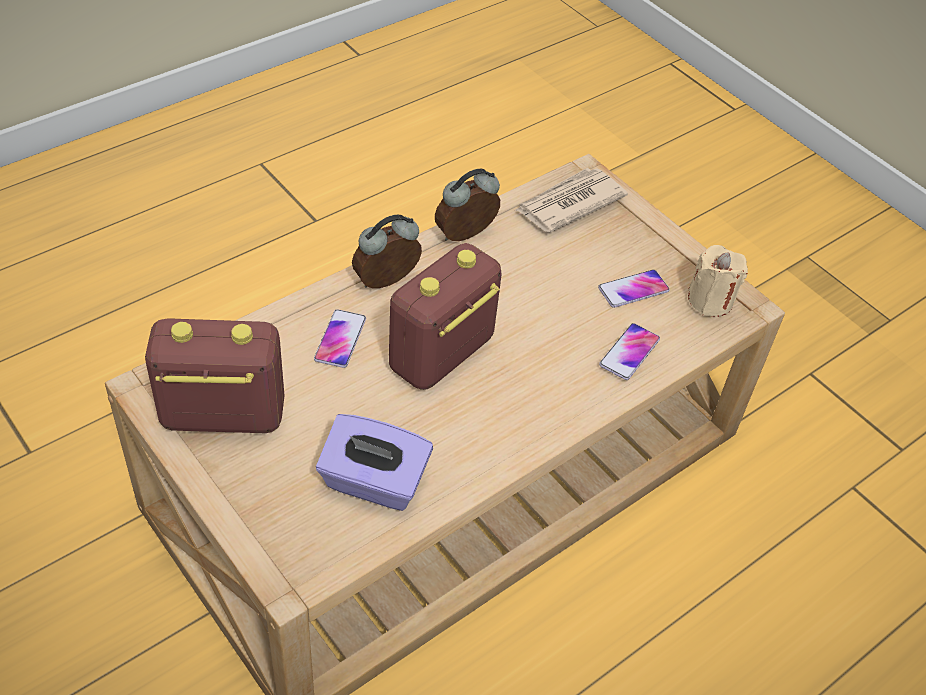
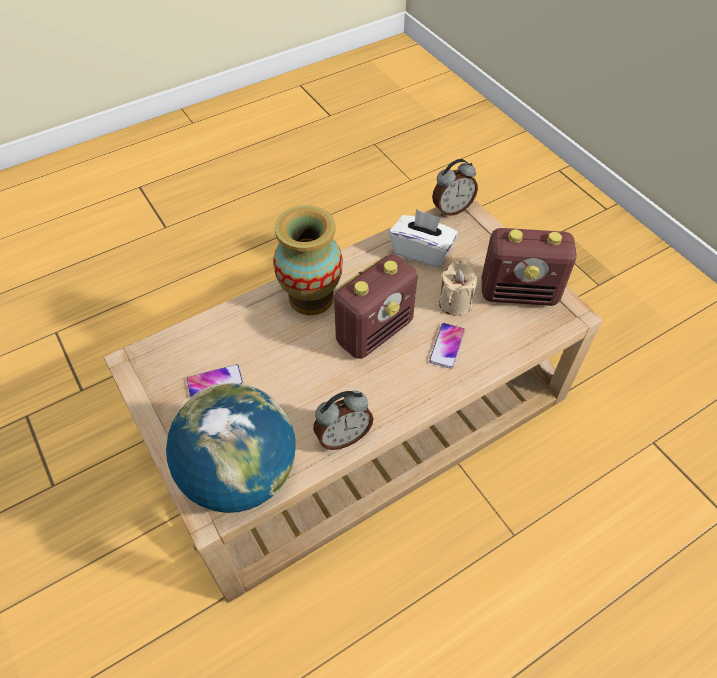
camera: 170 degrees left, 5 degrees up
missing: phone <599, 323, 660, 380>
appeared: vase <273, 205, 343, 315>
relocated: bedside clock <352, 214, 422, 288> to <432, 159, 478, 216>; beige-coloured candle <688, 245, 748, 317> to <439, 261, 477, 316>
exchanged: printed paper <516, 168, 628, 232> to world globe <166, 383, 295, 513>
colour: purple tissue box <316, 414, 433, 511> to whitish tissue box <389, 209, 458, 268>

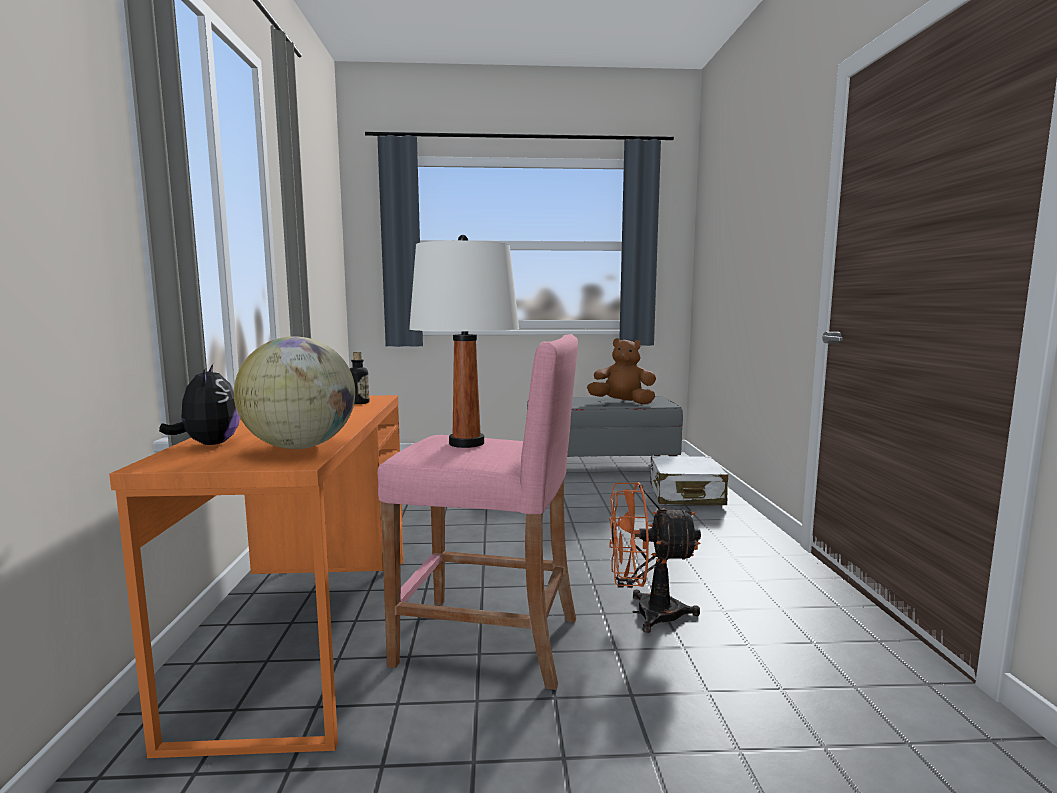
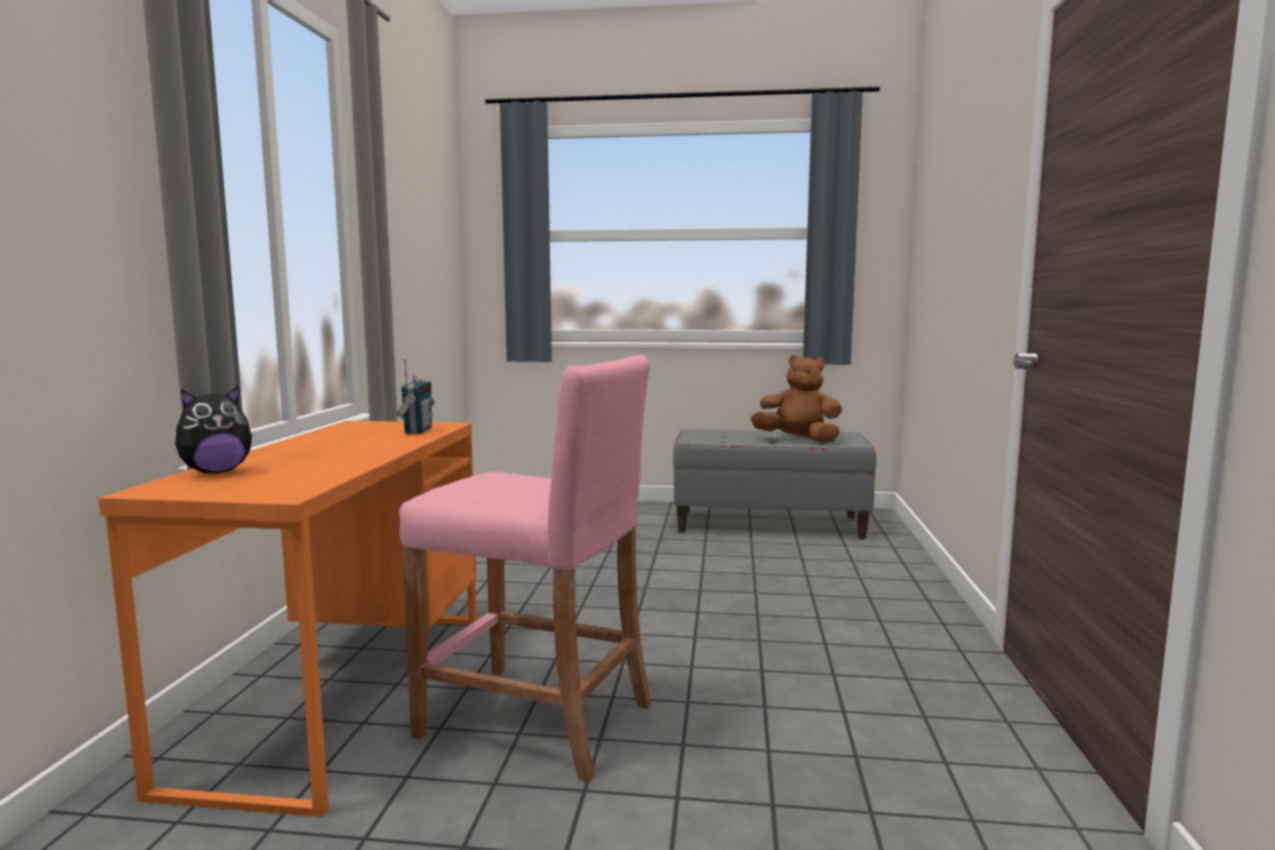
camera: 10 degrees right, 0 degrees up
missing: world globe <234, 337, 355, 449>; whitish table lamp <409, 235, 519, 448>; orangey electric fan <609, 482, 701, 633>; whitish piece of luggage <649, 456, 728, 505>
exchanged: drink bottle <350, 352, 369, 404> to radio receiver <396, 358, 435, 434>
spun: cuddly toy <159, 364, 240, 445> = <175, 386, 252, 473> 60 degrees clockwise

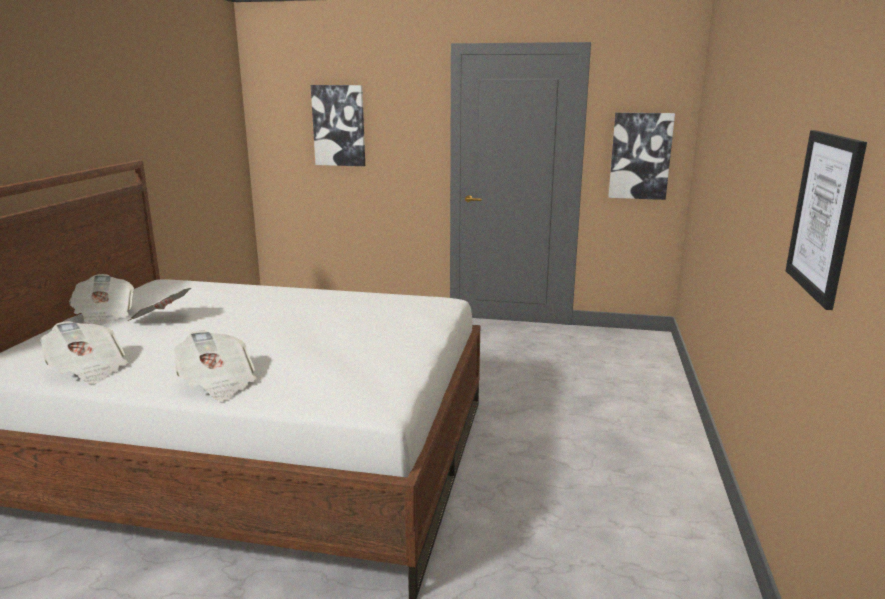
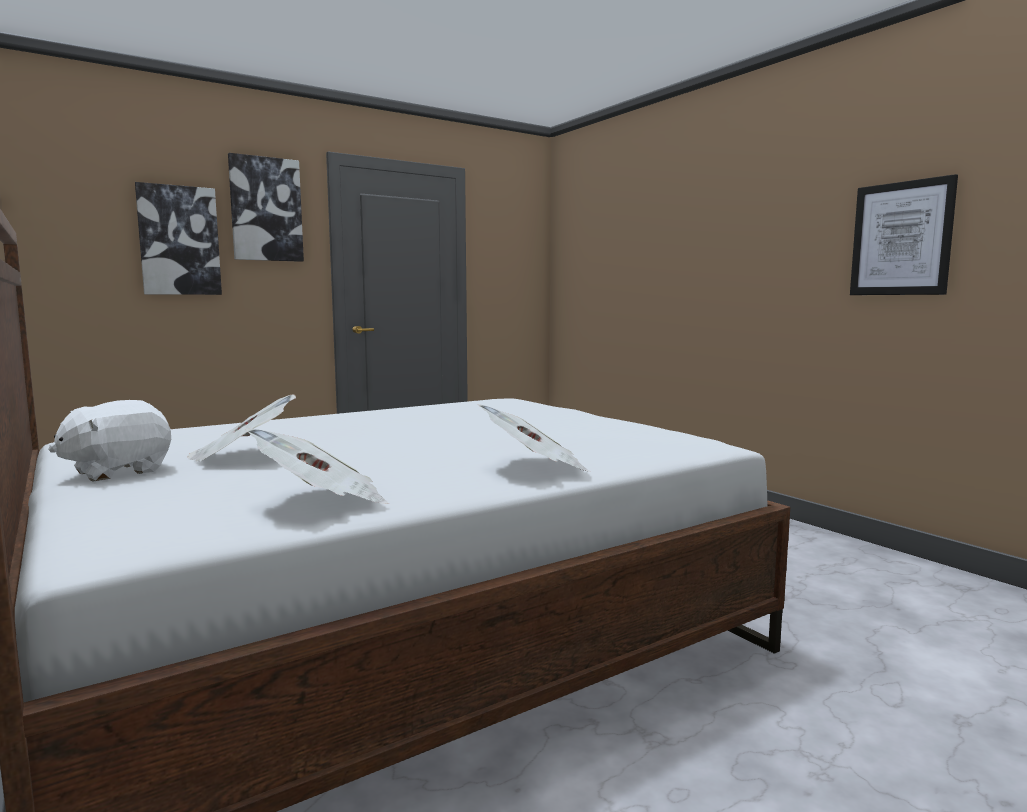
camera: 45 degrees left, 10 degrees down
relocated: picture <608, 113, 675, 200> to <228, 153, 304, 262>
exchanged: printed paper <69, 274, 134, 325> to whitish cuddly toy <48, 400, 171, 482>

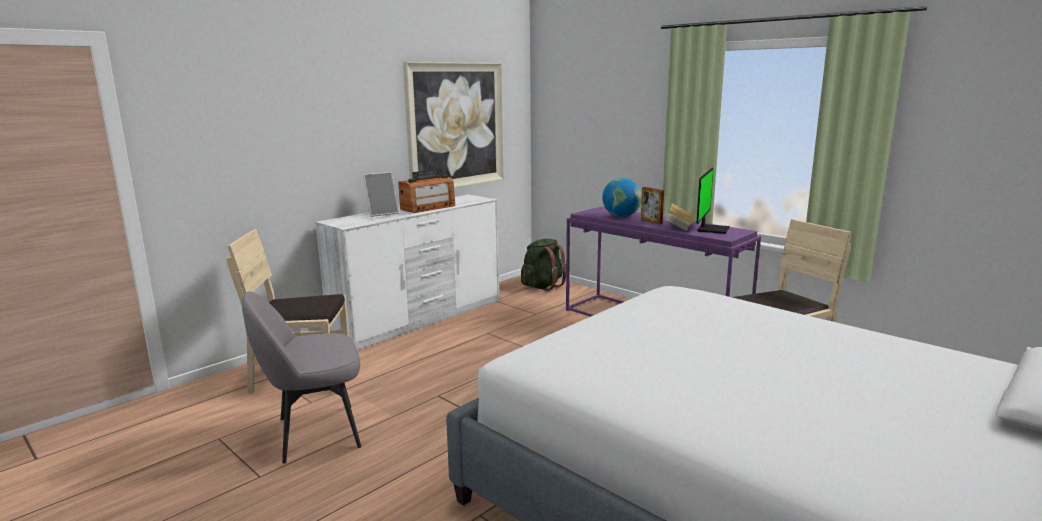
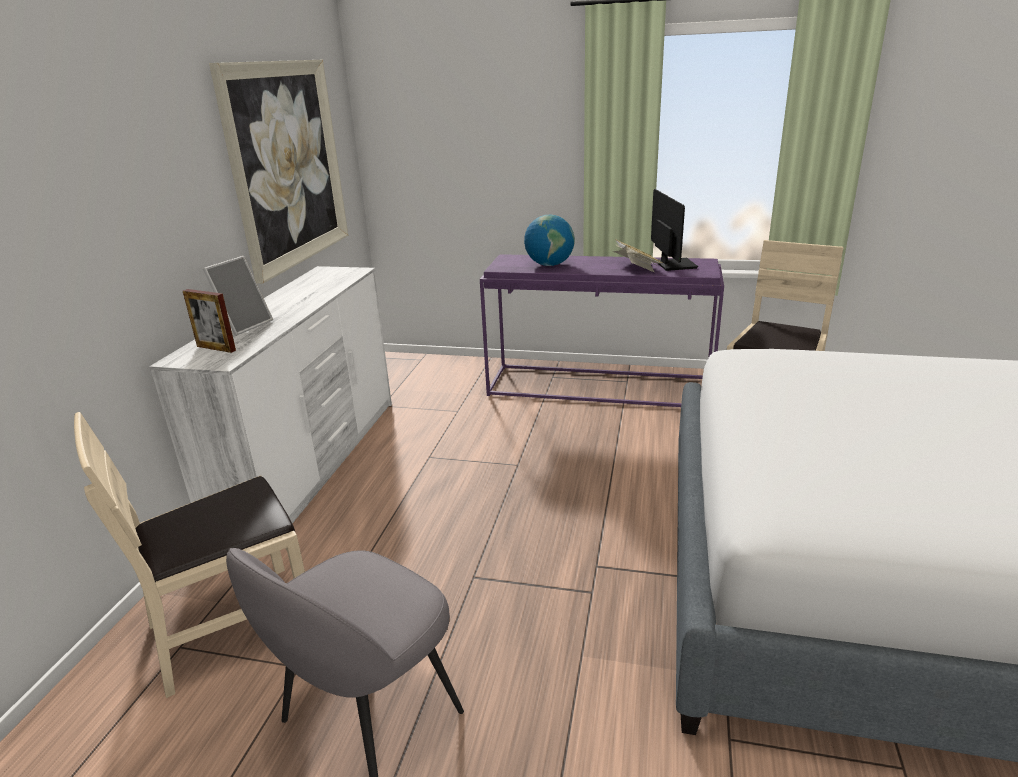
camera: 30 degrees left, 10 degrees up
missing: radio receiver <398, 169, 455, 213>; greenish backpack <521, 239, 566, 291>
relocated: photo frame <641, 187, 664, 224> to <183, 289, 236, 353>

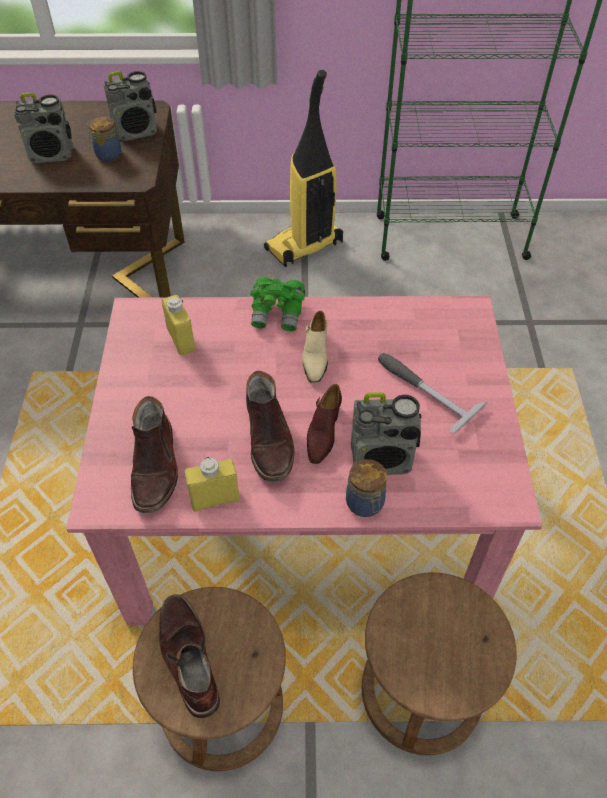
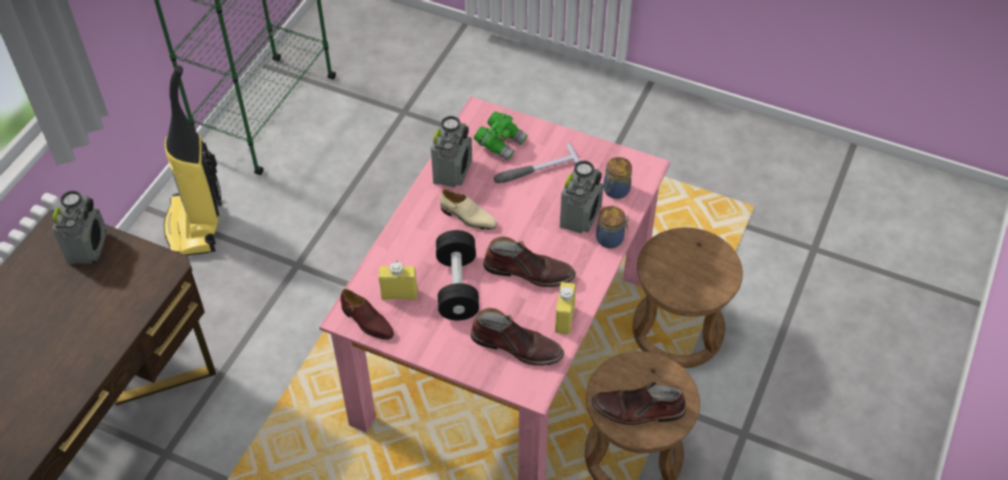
camera: 65 degrees left, 0 degrees up
appeared: black-coloured hand weight <436, 230, 479, 320>
relocated: brown item of footwear <307, 384, 342, 464> to <340, 289, 394, 340>; radio receiver <14, 93, 73, 163> to <431, 116, 472, 188>; greenish pair of binoculars <250, 277, 305, 331> to <474, 111, 527, 160>; jar <87, 117, 121, 162> to <603, 157, 632, 199>

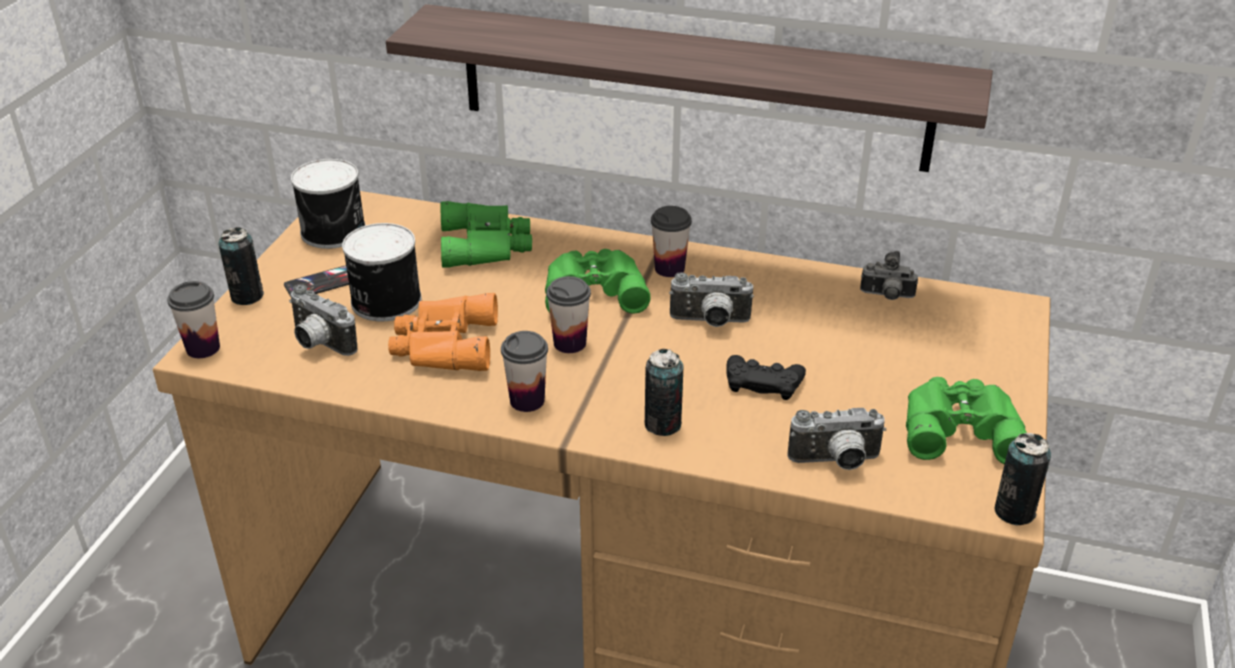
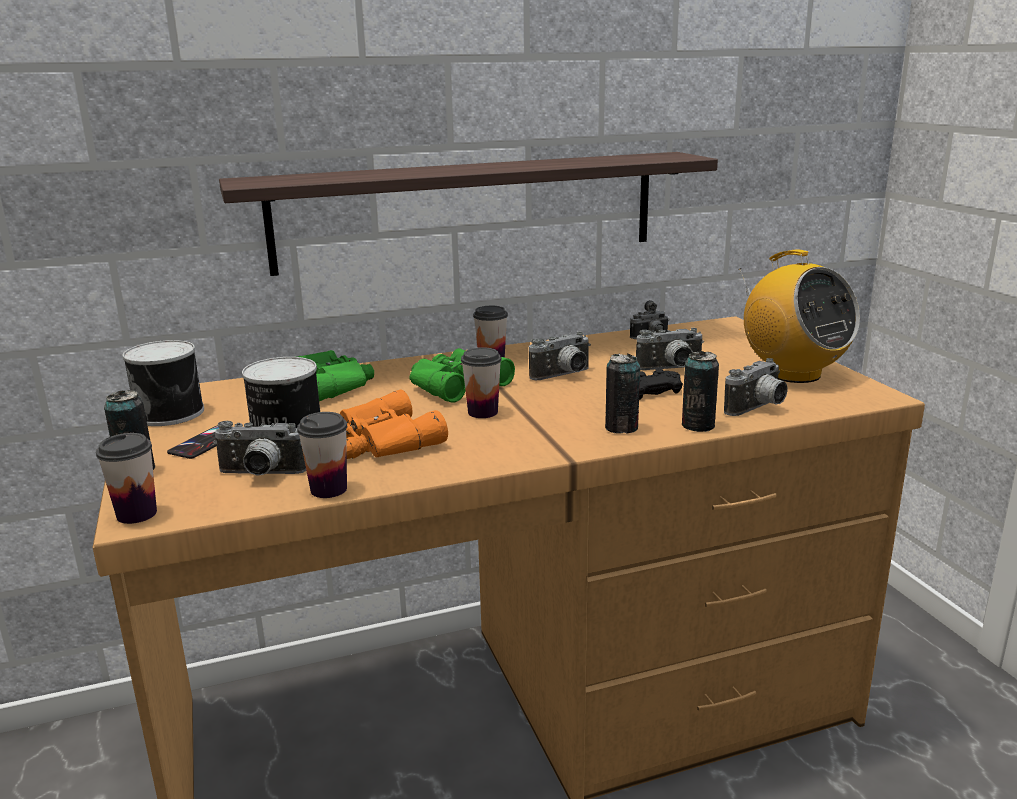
camera: 35 degrees left, 15 degrees down
appeared: still camera <636, 328, 704, 370>
relocated: small cup <501, 331, 548, 412> to <297, 412, 347, 498>; can <994, 433, 1051, 526> to <682, 351, 719, 432>
exchanged: greenish pair of binoculars <906, 377, 1027, 464> to radio receiver <738, 250, 860, 383>

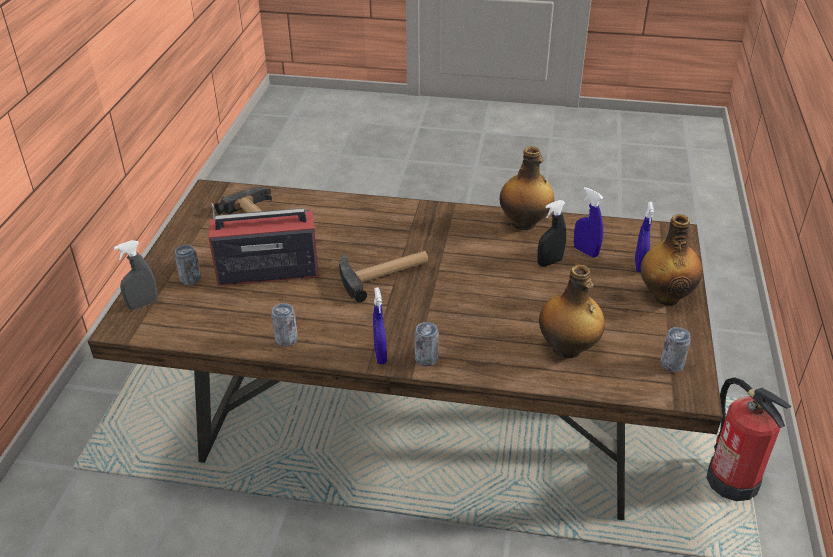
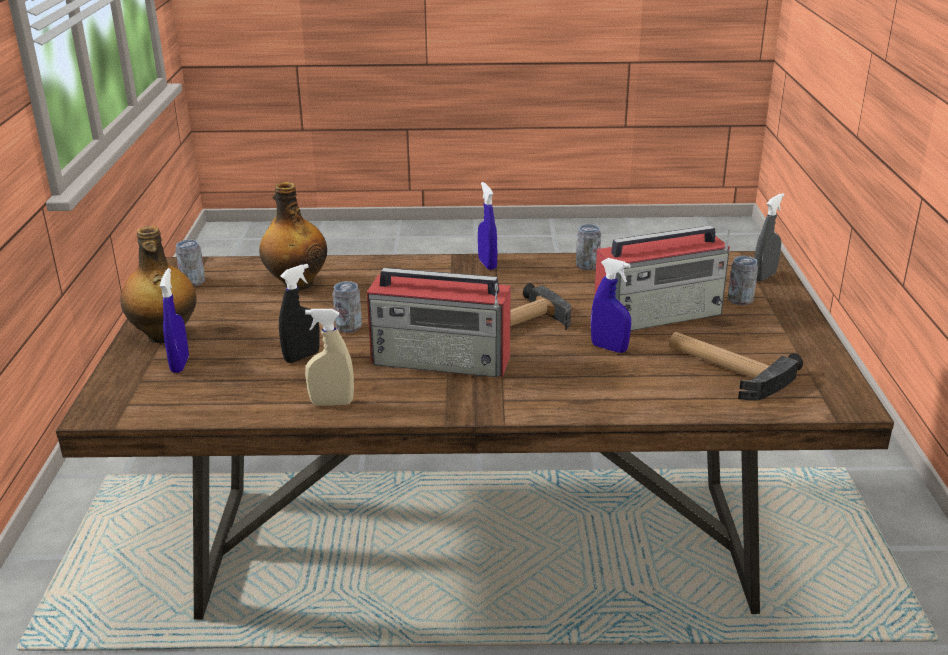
camera: 170 degrees right, 10 degrees down
missing: extinguisher <706, 377, 791, 501>
appeared: radio receiver <366, 268, 511, 377>
relocated: can <415, 322, 439, 367> to <333, 281, 362, 333>; blue-coloured spray bottle <574, 187, 603, 258> to <591, 258, 631, 353>
exchanged: drink bottle <499, 146, 554, 230> to beige-coloured spray bottle <305, 309, 354, 406>

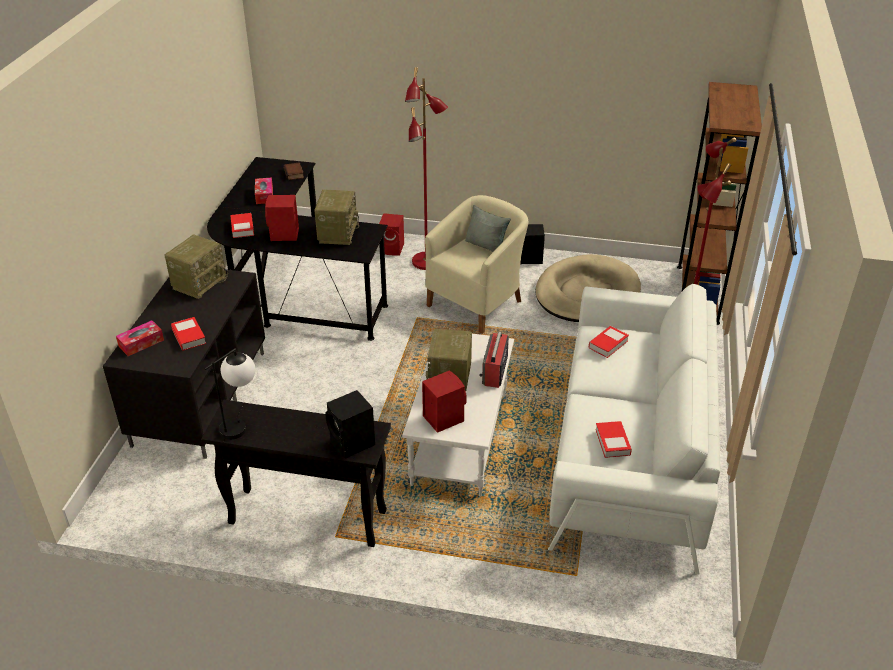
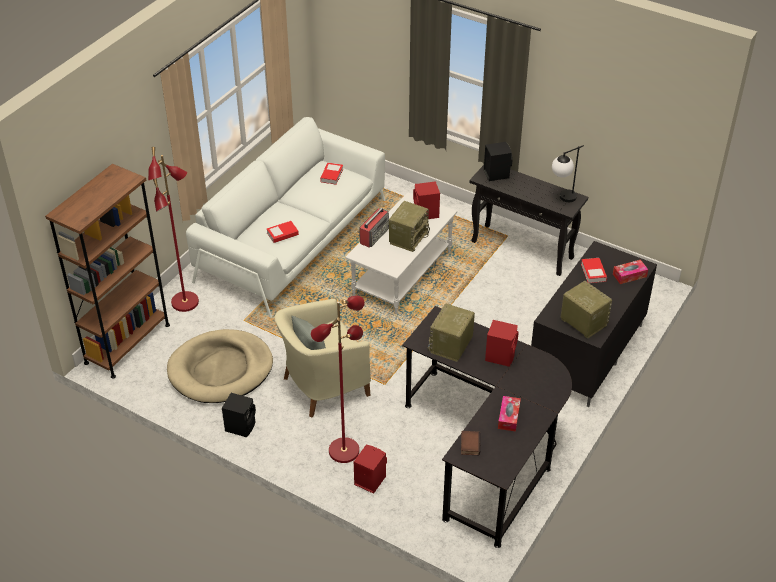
camera: 160 degrees left, 5 degrees up
missing: volume <230, 213, 254, 238>
spun: radio receiver <164, 234, 228, 299> = <561, 281, 612, 339> 90 degrees clockwise

